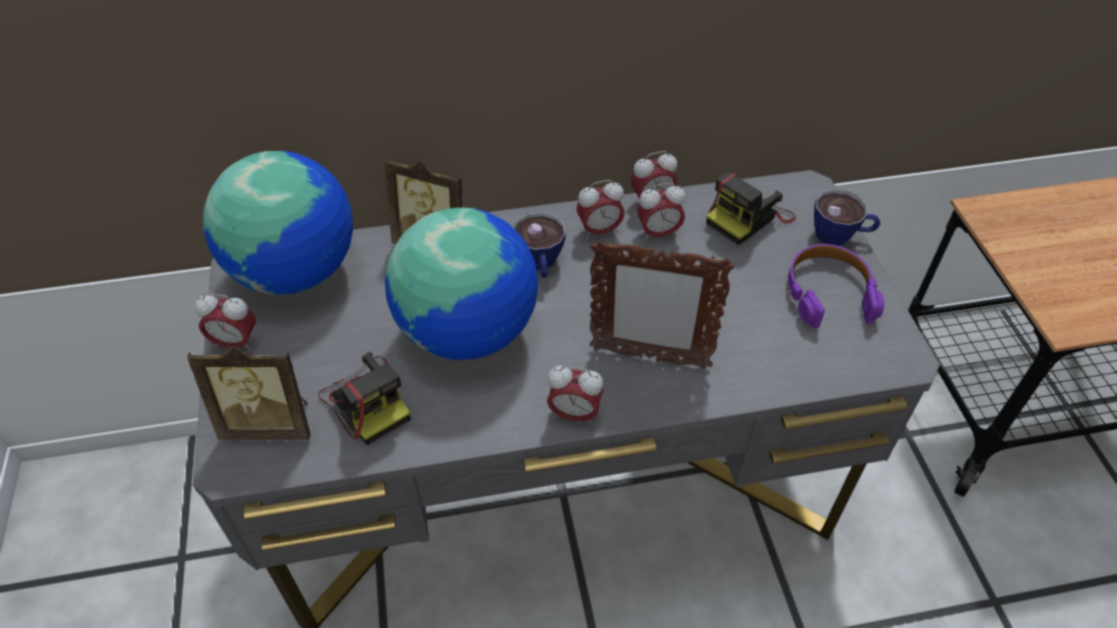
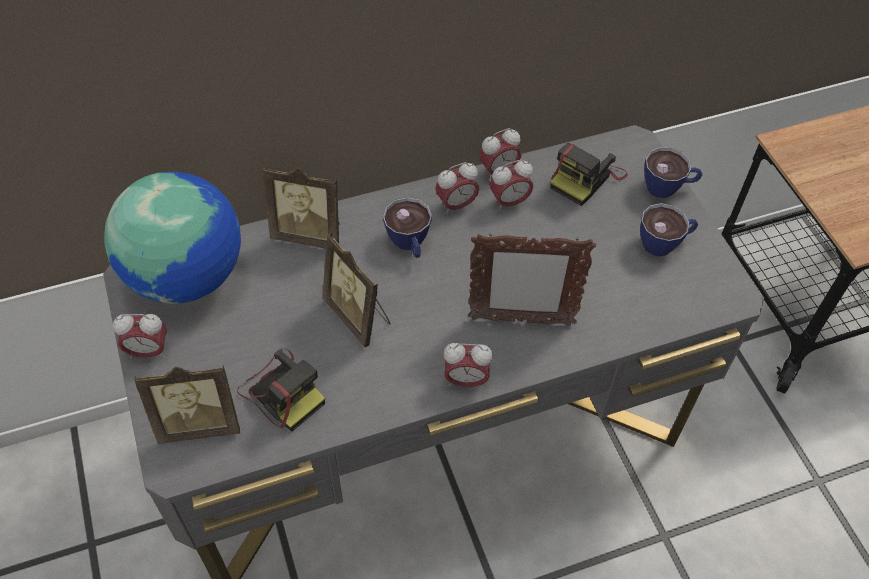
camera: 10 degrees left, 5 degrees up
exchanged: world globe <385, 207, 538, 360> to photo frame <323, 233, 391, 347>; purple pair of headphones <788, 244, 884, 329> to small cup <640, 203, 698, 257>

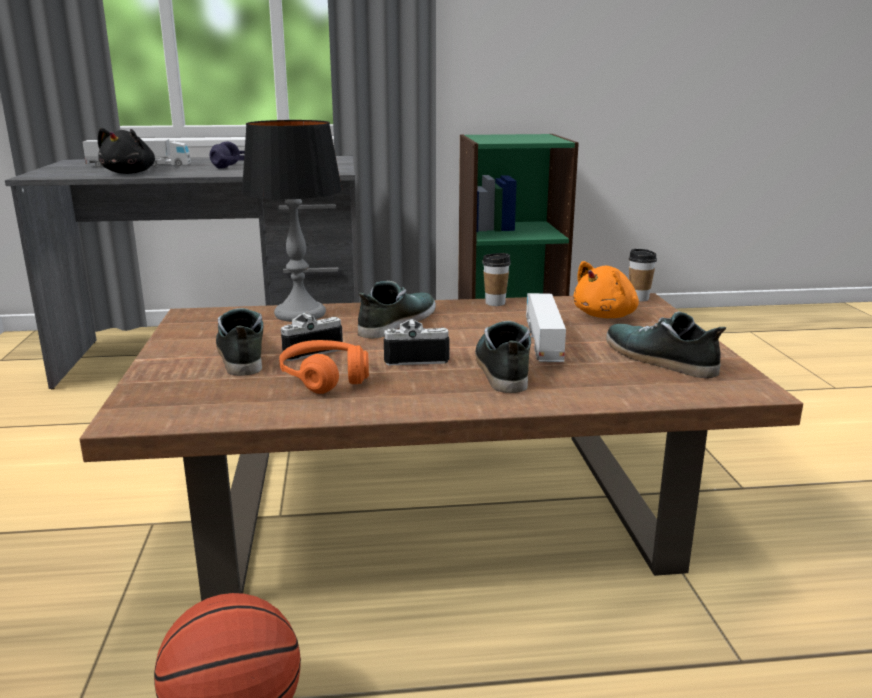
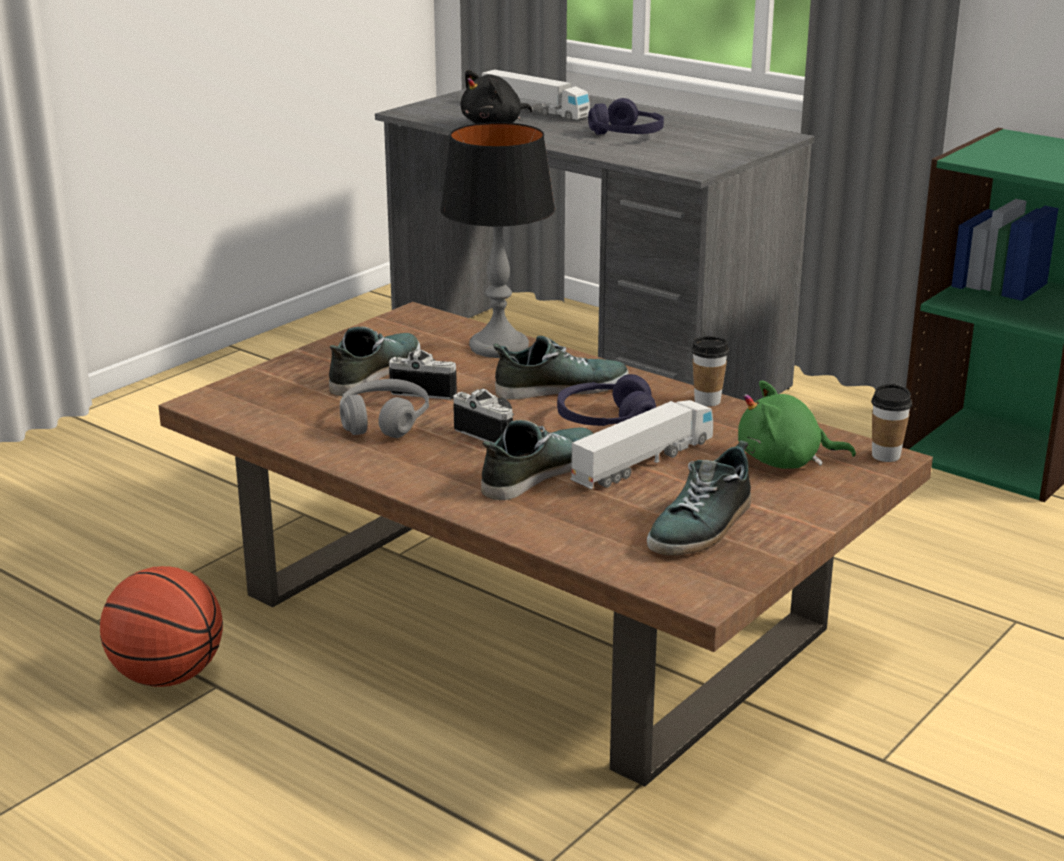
camera: 45 degrees right, 5 degrees up
appeared: purple pair of headphones <557, 374, 656, 426>
colour: orangey pair of headphones <279, 340, 369, 394> to greyish pair of headphones <340, 379, 429, 438>; orangey cuddly toy <573, 261, 639, 318> to greenish cuddly toy <738, 381, 856, 469>
spun: item of footwear <606, 311, 726, 378> = <647, 440, 751, 555> 150 degrees counterclockwise

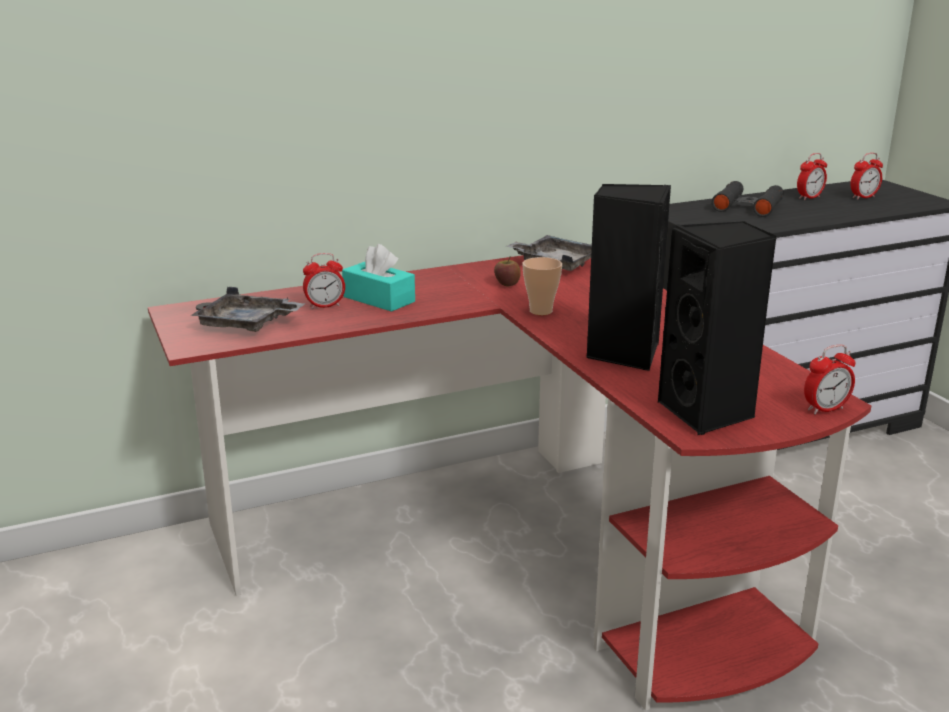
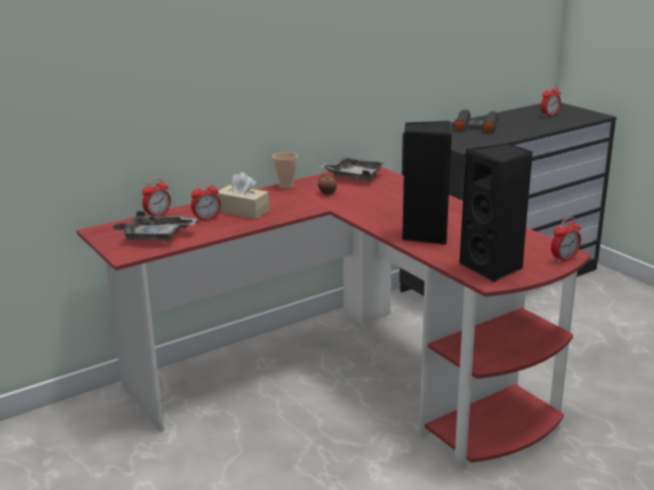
camera: 10 degrees left, 0 degrees up
relocated: bedside clock <797, 153, 827, 200> to <142, 178, 171, 216>; small cup <522, 257, 562, 315> to <272, 152, 298, 189>
colour: turquoise-coloured tissue box <342, 244, 415, 312> to beige-coloured tissue box <216, 172, 269, 219>

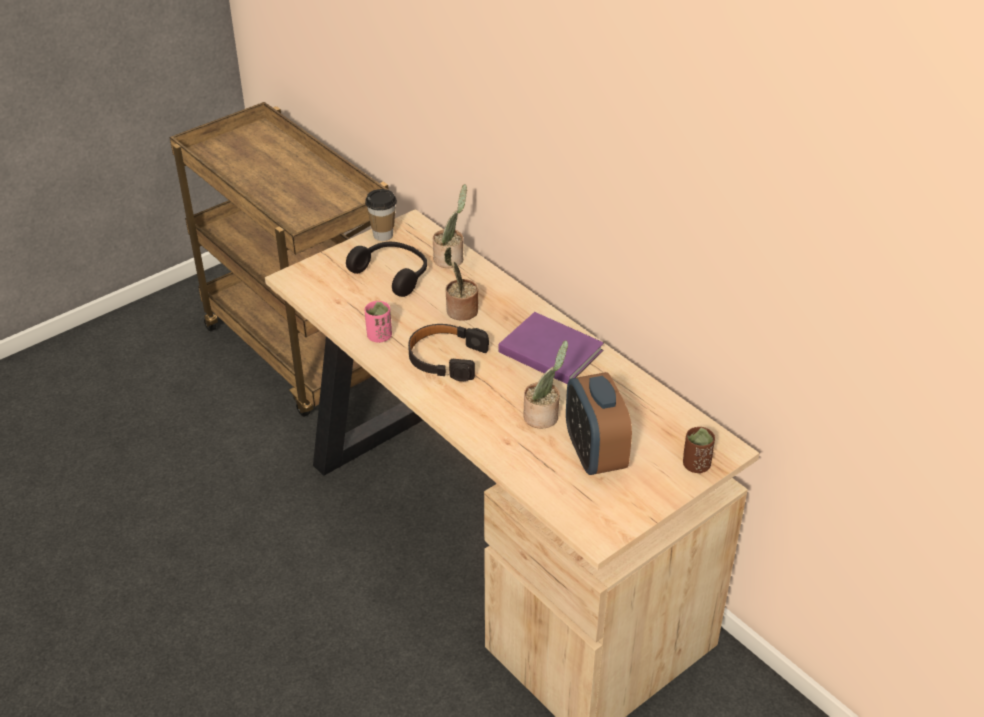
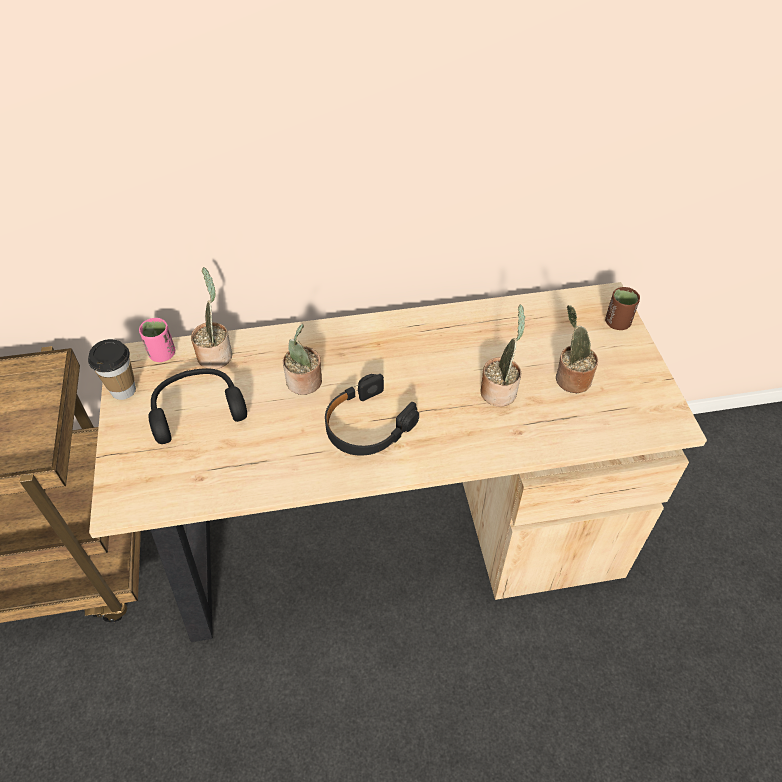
camera: 60 degrees left, 10 degrees up
missing: purple volume <498, 312, 604, 384>
relocated: pinkish small cup <364, 301, 392, 343> to <139, 318, 175, 362>
exchanged: bedside clock <566, 372, 632, 475> to plant in a pot <556, 305, 598, 393>

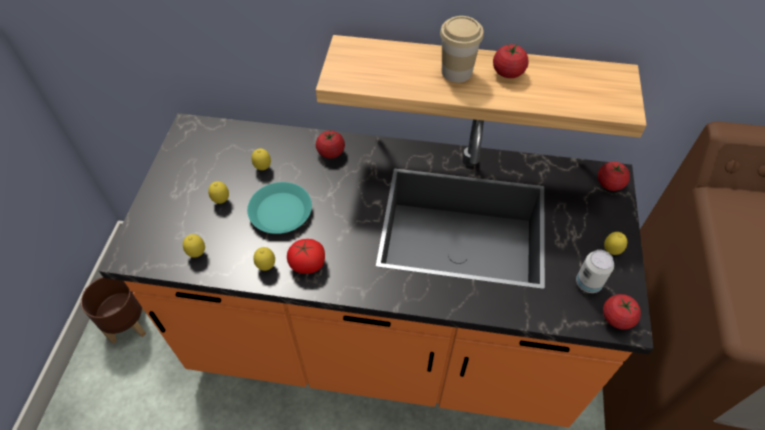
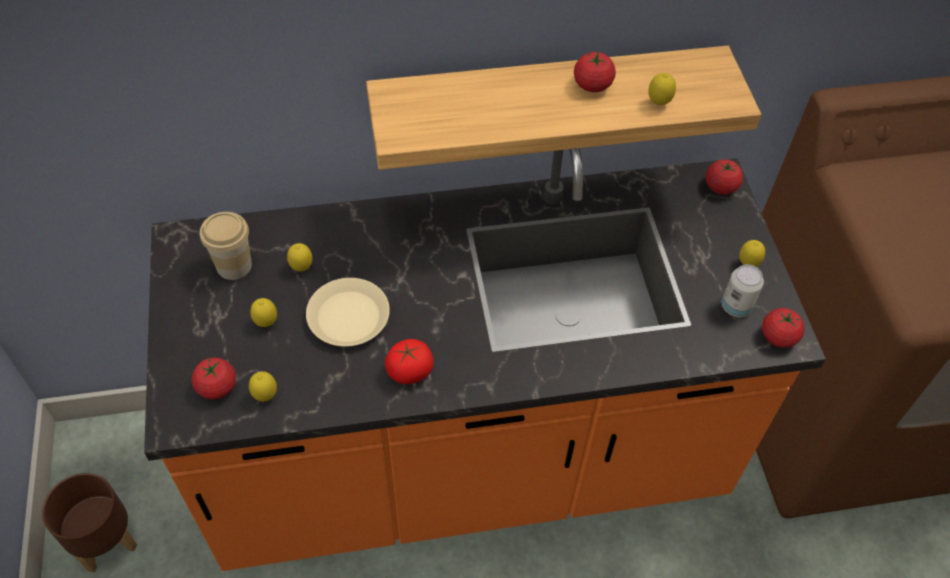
camera: 20 degrees left, 0 degrees up
relocated: fresh tomato <316, 129, 345, 159> to <192, 357, 236, 399>; small cup <440, 16, 484, 83> to <200, 212, 252, 280>; citrus fruit <253, 247, 275, 271> to <648, 73, 676, 105>
colour: turquoise-coloured dinner plate <247, 182, 312, 234> to beige-coloured dinner plate <306, 278, 390, 347>

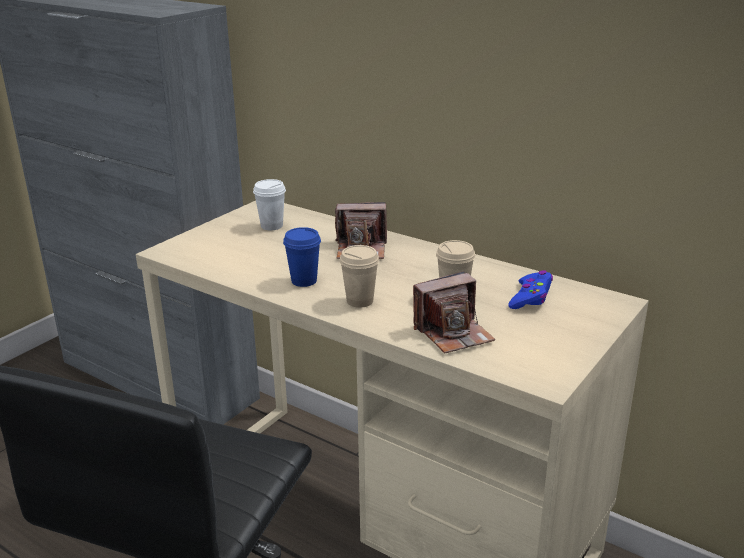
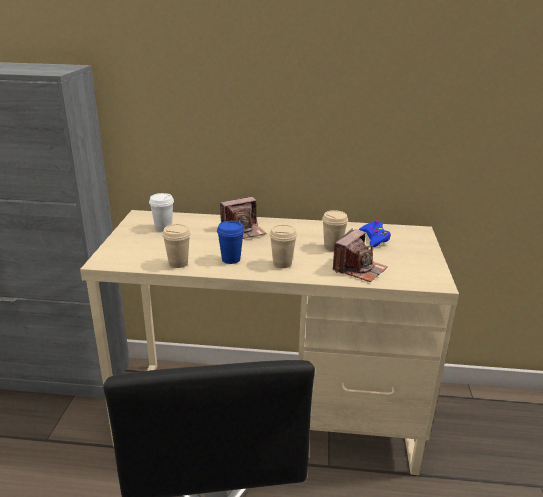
camera: 30 degrees left, 0 degrees up
appeared: beige-coloured small cup <162, 224, 191, 268>

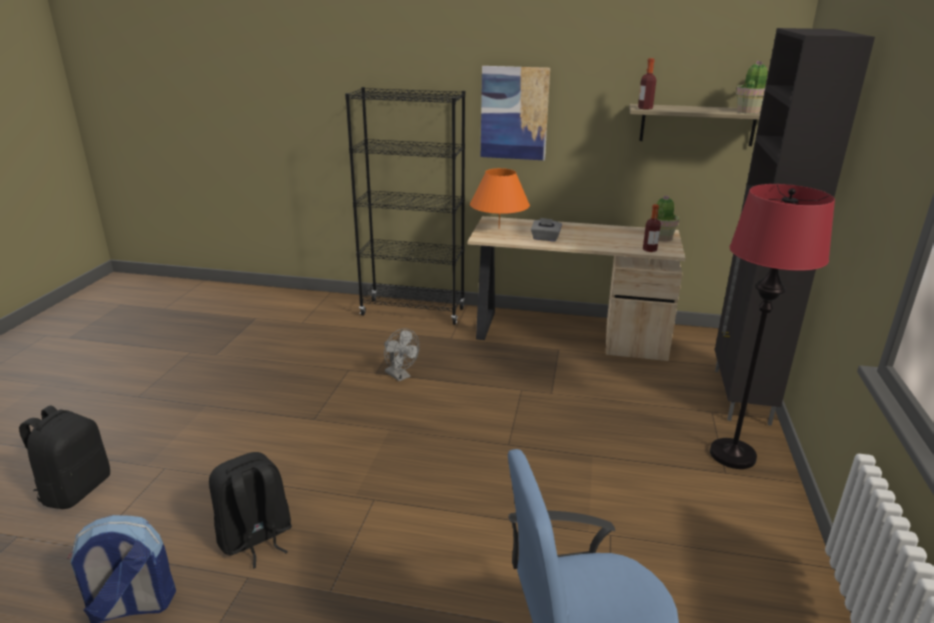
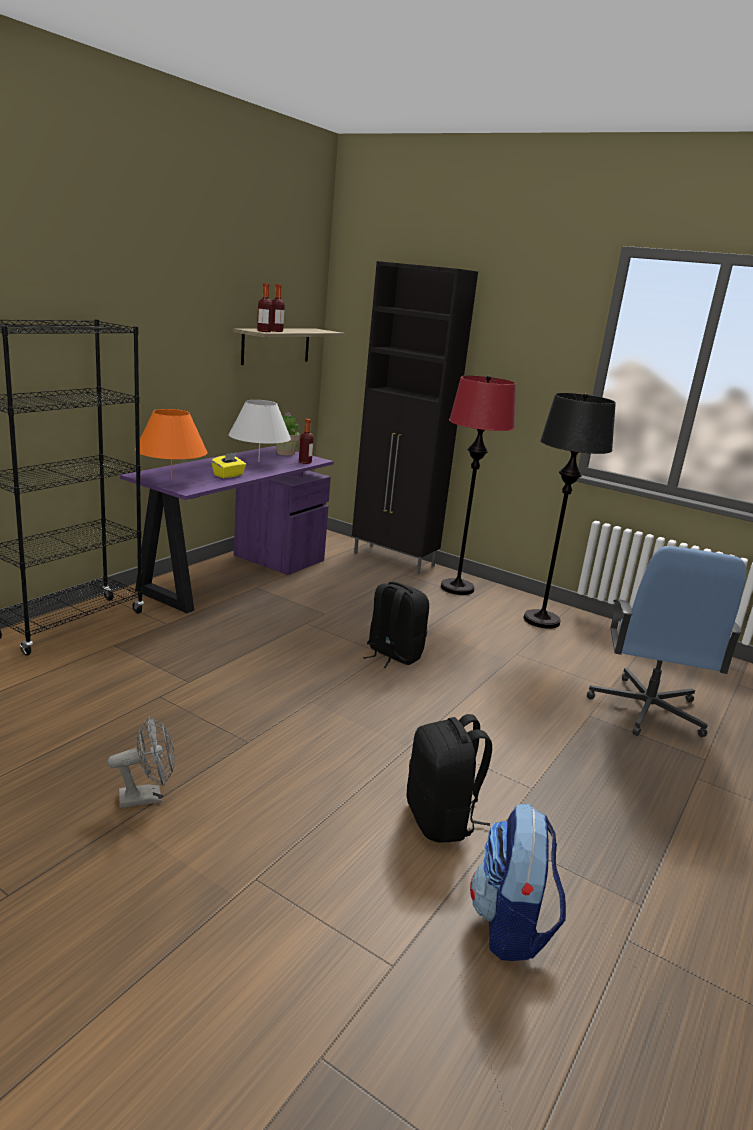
camera: 70 degrees left, 5 degrees down
missing: picture <481, 66, 550, 160>; plant in a pot <736, 61, 767, 114>
appeared: whitish table lamp <228, 400, 291, 462>; drink bottle <272, 284, 285, 332>; black-coloured floor lamp <524, 393, 616, 629>
relocated: greyish electric fan <384, 329, 419, 381> to <107, 716, 175, 808>; black-coloured backpack <19, 405, 110, 509> to <363, 582, 429, 668>
colour: beige-coloured desk unit <468, 216, 685, 361> to purple desk unit <120, 446, 334, 613>; greyish tissue box <531, 218, 562, 241> to yellowish tissue box <211, 452, 246, 478>

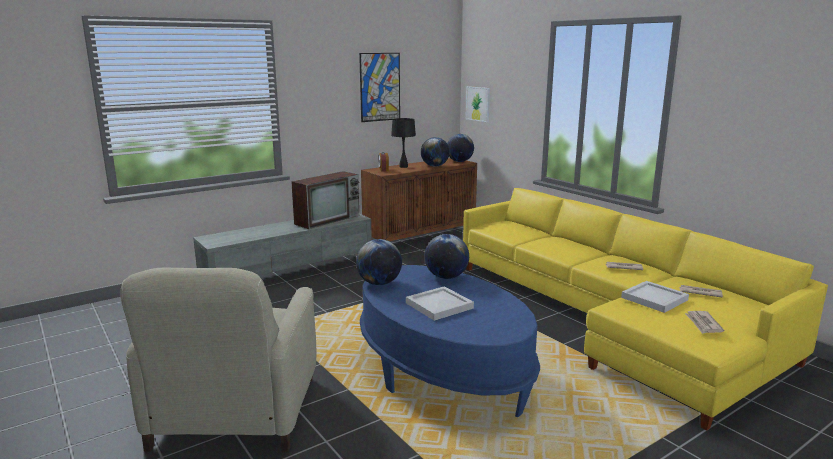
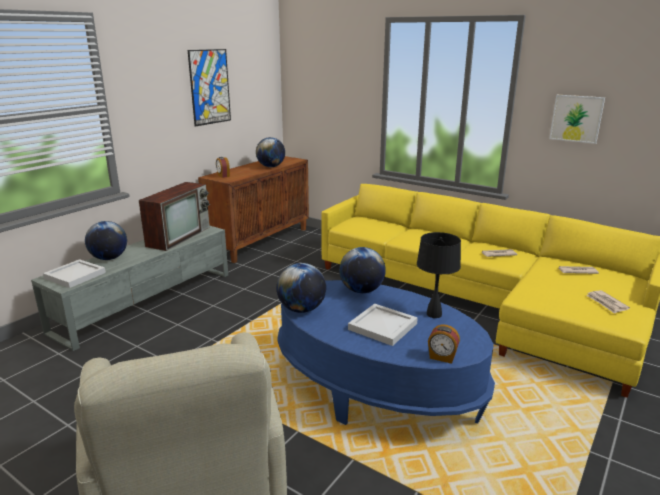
camera: 20 degrees left, 5 degrees up
appeared: bedside clock <428, 325, 460, 364>
relocated: whitish tray <621, 281, 689, 313> to <43, 259, 106, 288>; world globe <447, 134, 474, 162> to <85, 221, 127, 260>; black-coloured table lamp <391, 118, 416, 168> to <417, 232, 461, 318>; picture <466, 86, 490, 122> to <549, 95, 605, 144>

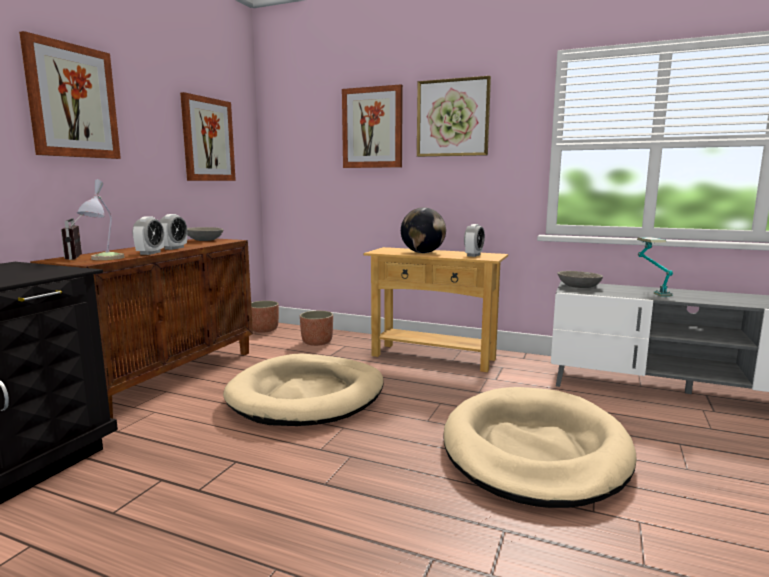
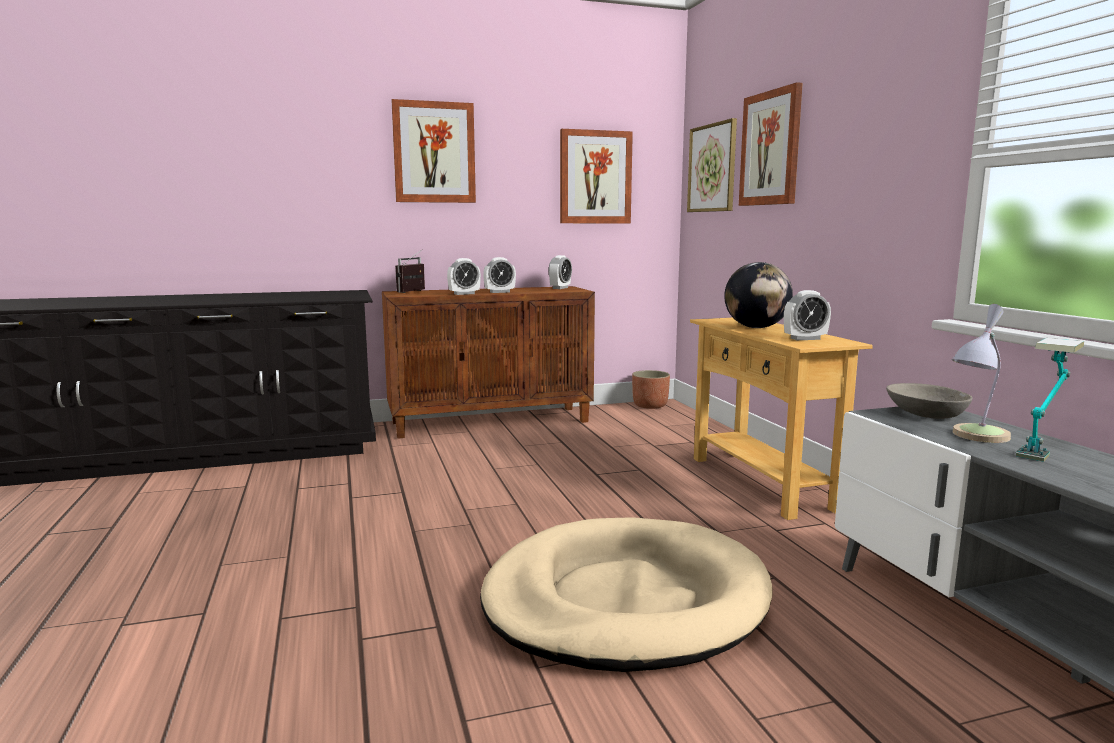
camera: 50 degrees right, 0 degrees up
missing: beige-coloured dog bed <223, 354, 384, 426>; plant pot <300, 311, 333, 346>
relocated: picture <417, 76, 491, 157> to <687, 118, 737, 212>; table lamp <77, 179, 124, 260> to <952, 304, 1011, 443>
exchanged: greyish serving bowl <187, 227, 223, 241> to bedside clock <548, 255, 572, 289>

